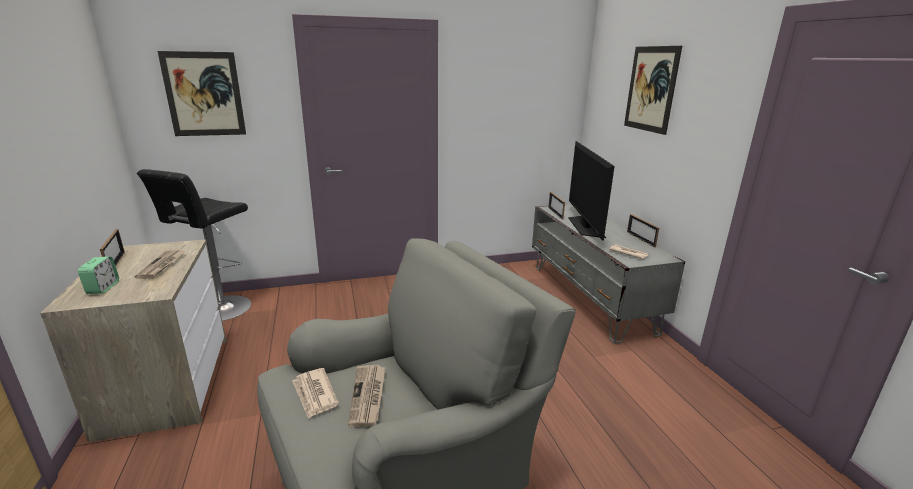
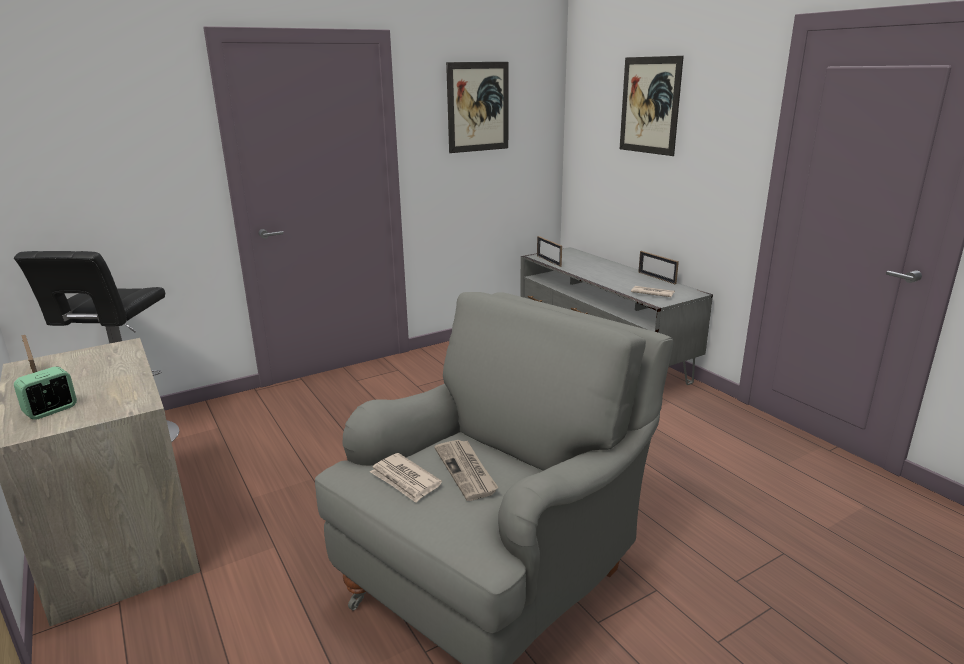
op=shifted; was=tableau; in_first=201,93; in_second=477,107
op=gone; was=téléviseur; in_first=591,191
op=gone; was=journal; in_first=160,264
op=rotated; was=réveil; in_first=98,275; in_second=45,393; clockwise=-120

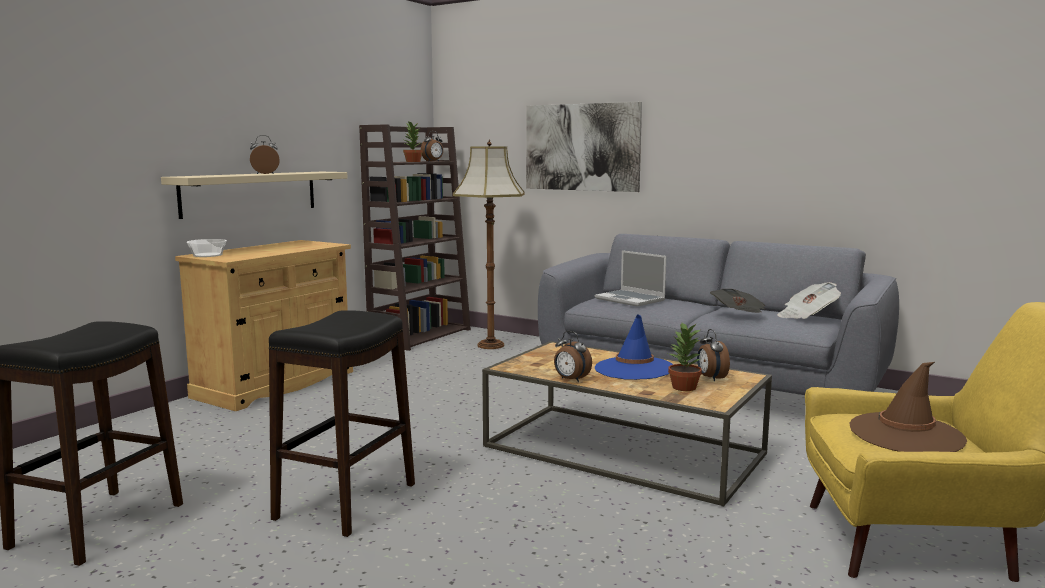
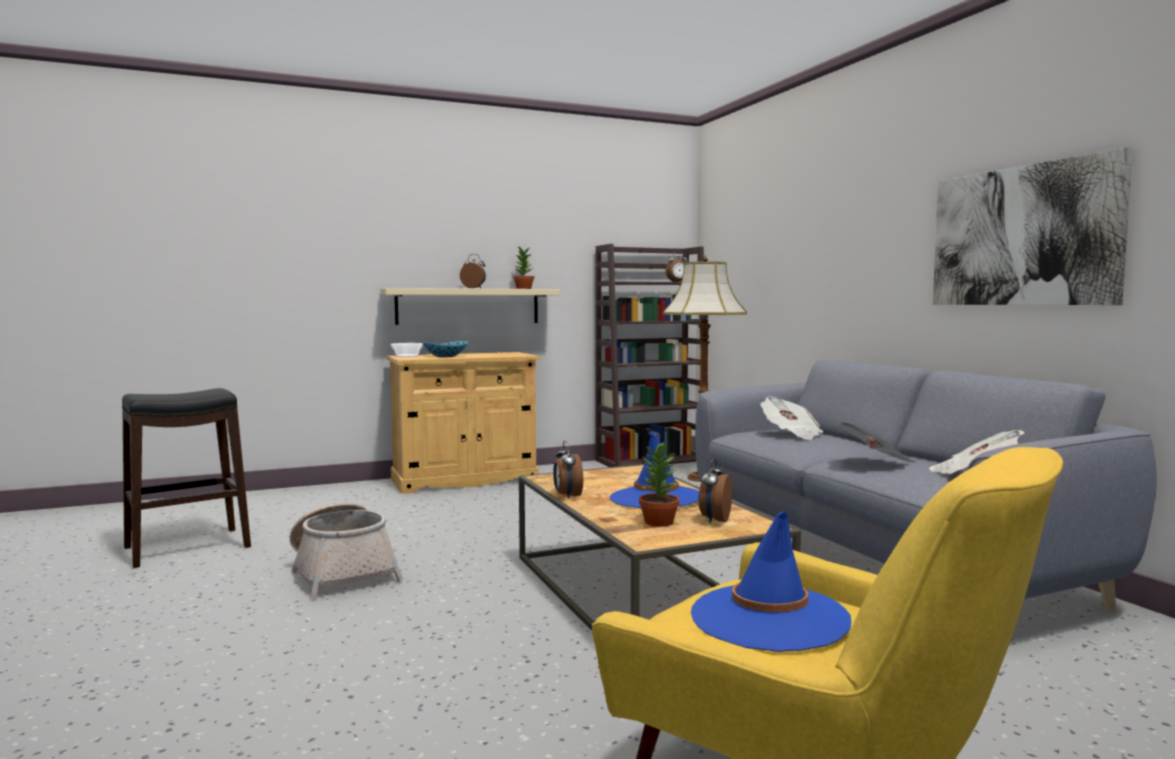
op=shifted; was=tableau; in_first=584,147; in_second=1033,226
op=shifted; was=plante en pot; in_first=413,141; in_second=523,268
op=swapped; was=ordinateur portable; now=journal; in_first=630,278; in_second=792,418
op=swapped; was=tabouret (noir); now=panier; in_first=342,423; in_second=346,551
op=repainted; was=chapeau (marron); now=chapeau (bleu); in_first=908,407; in_second=771,581
op=new; now=bol; in_second=445,349

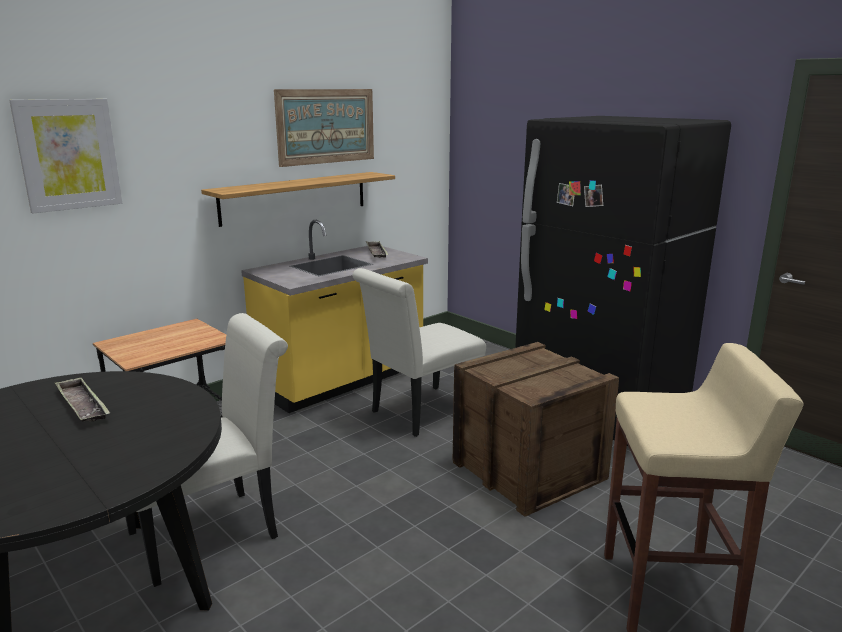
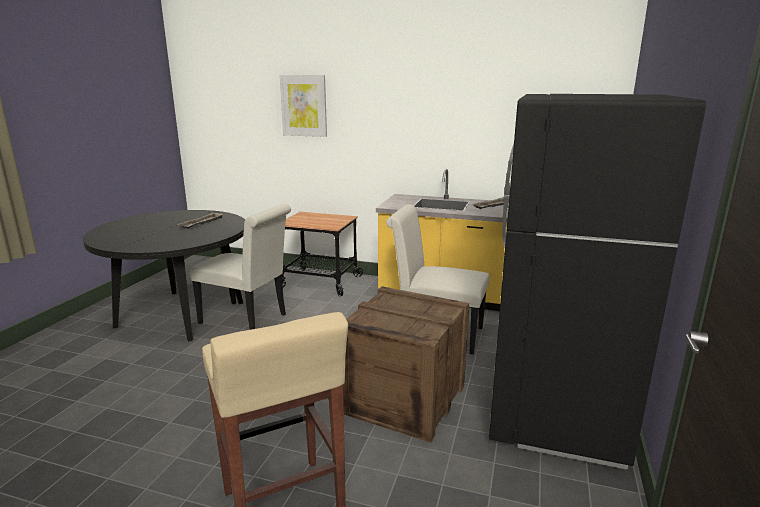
op=gone; was=tableau; in_first=324,128
op=gone; was=étagère; in_first=298,199

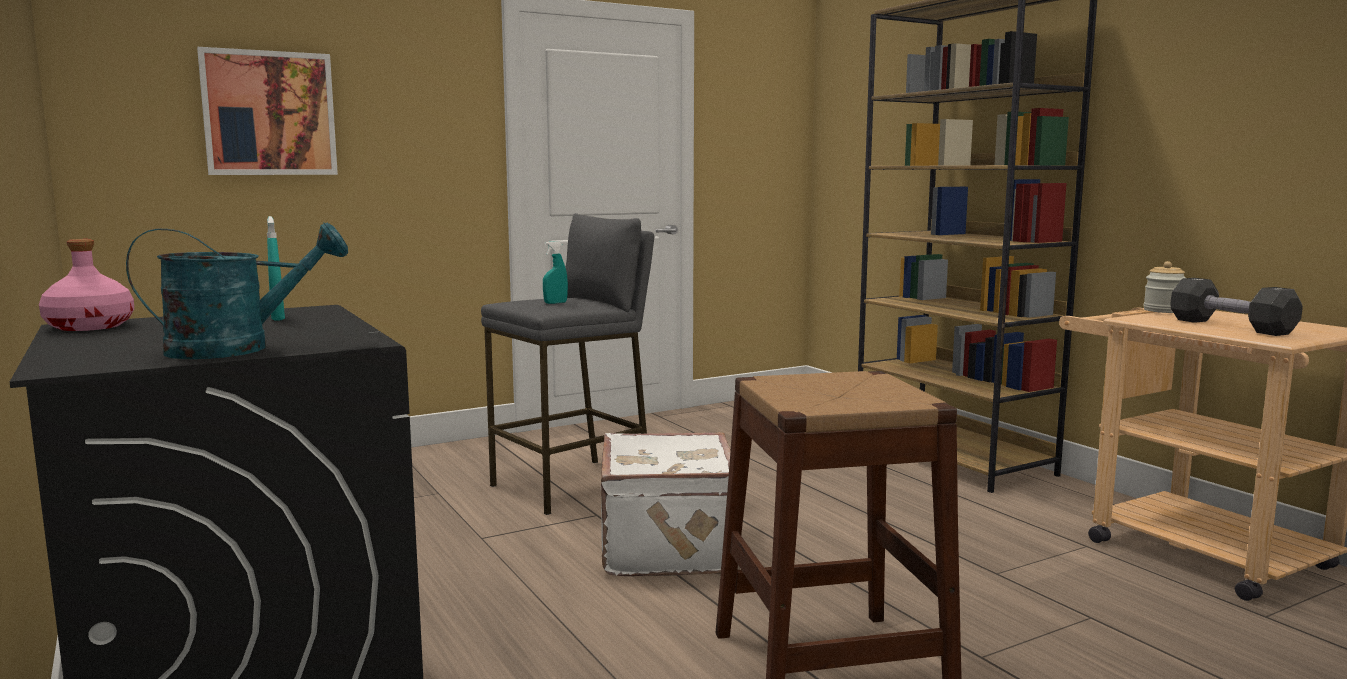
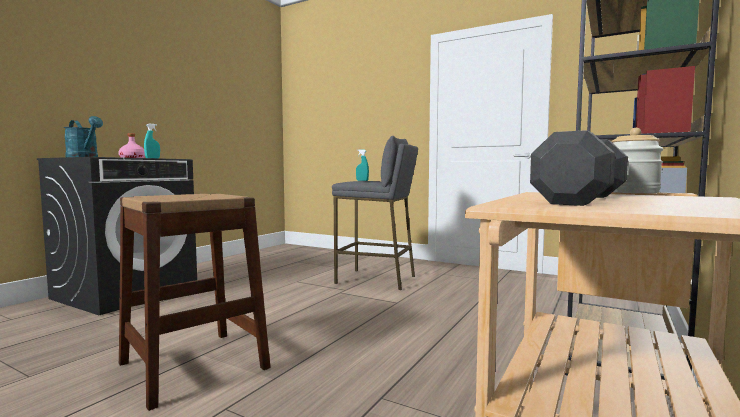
op=gone; was=tableau; in_first=267,111
op=gone; was=valise (blanc); in_first=666,504

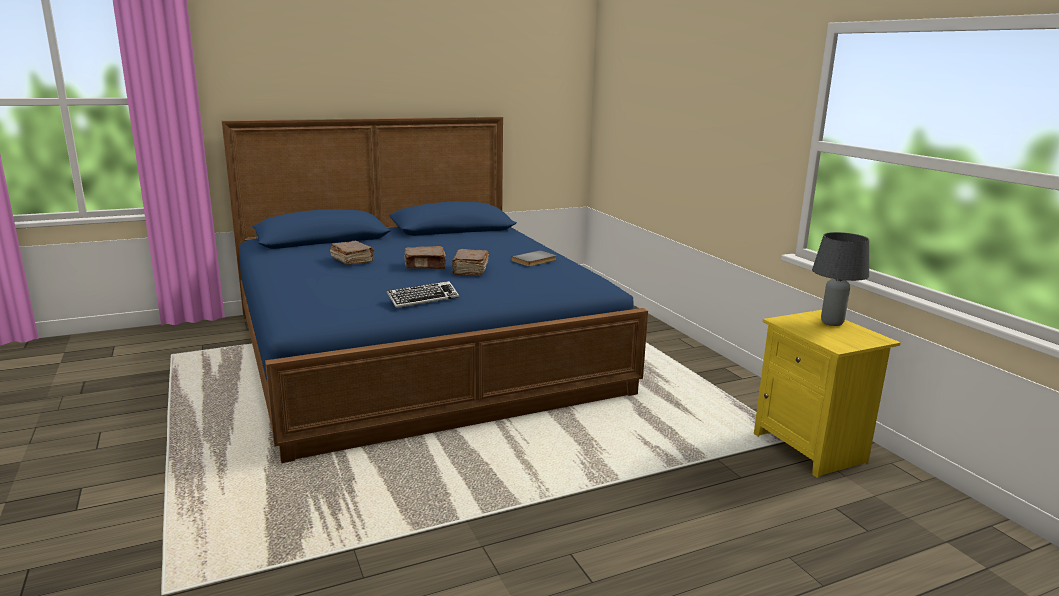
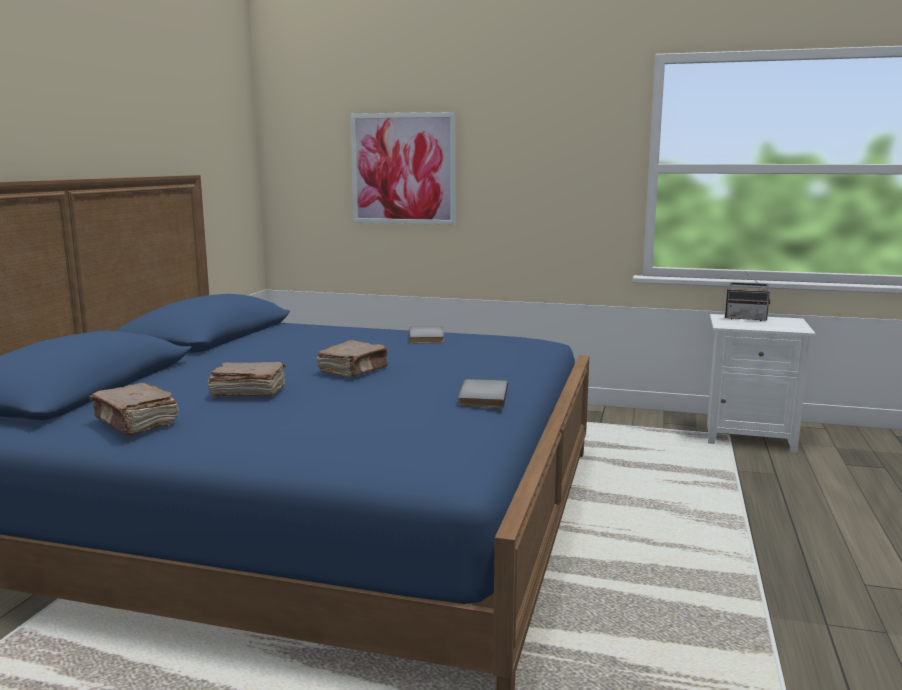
op=swapped; was=lampe de table (gris); now=radio; in_first=840,279; in_second=747,297
op=shifted; was=livre (marron); in_first=470,262; in_second=134,409
op=swapped; was=clavier; now=livre (gris); in_first=423,294; in_second=483,393
op=repainted; was=table de chevet (jaune); now=table de chevet (blanc); in_first=827,394; in_second=761,383
op=new; now=tableau; in_second=403,168

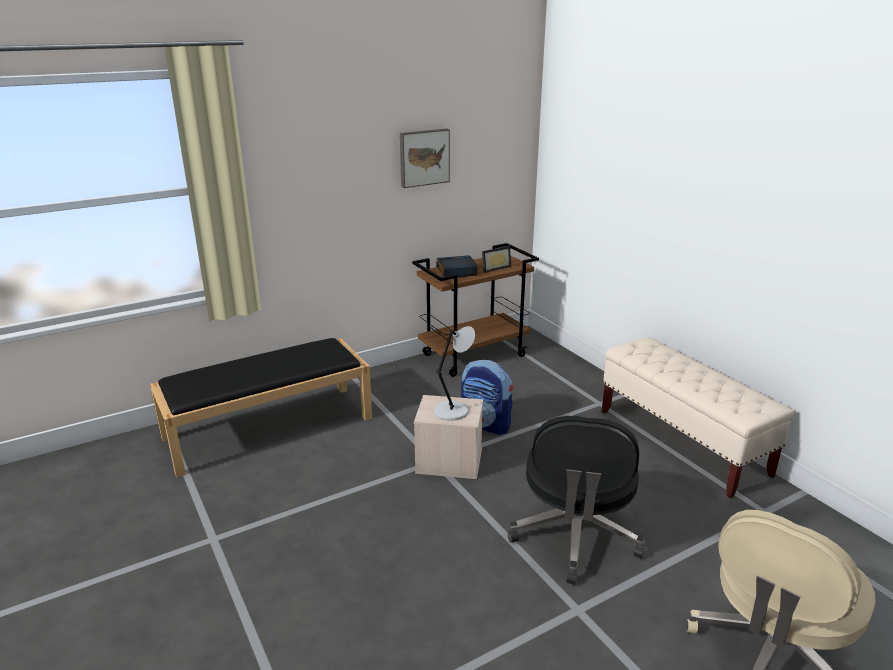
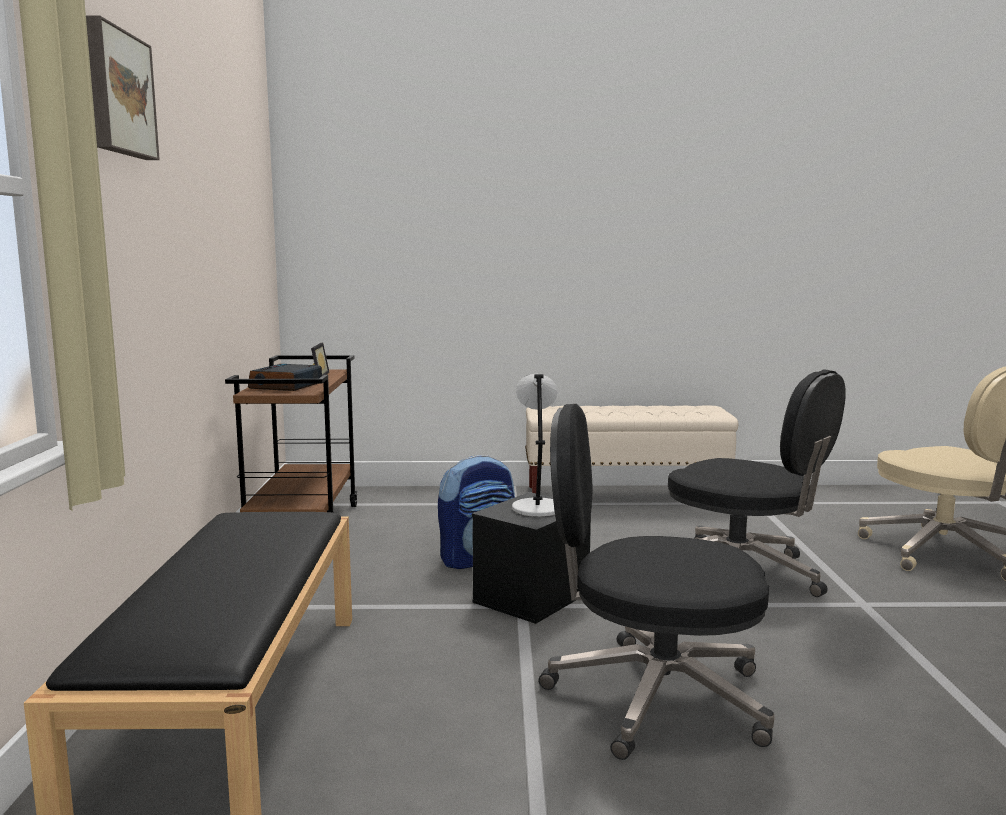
op=shifted; was=tableau; in_first=425,158; in_second=123,87
op=repainted; was=boîte de rangement (beige); now=boîte de rangement (noir); in_first=448,437; in_second=532,558
op=new; now=chaise de bureau (noir); in_second=657,582

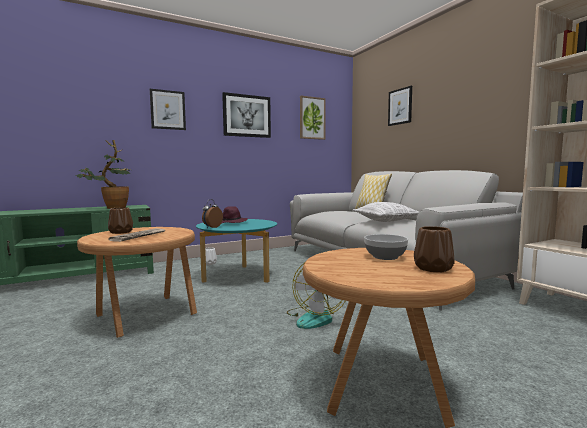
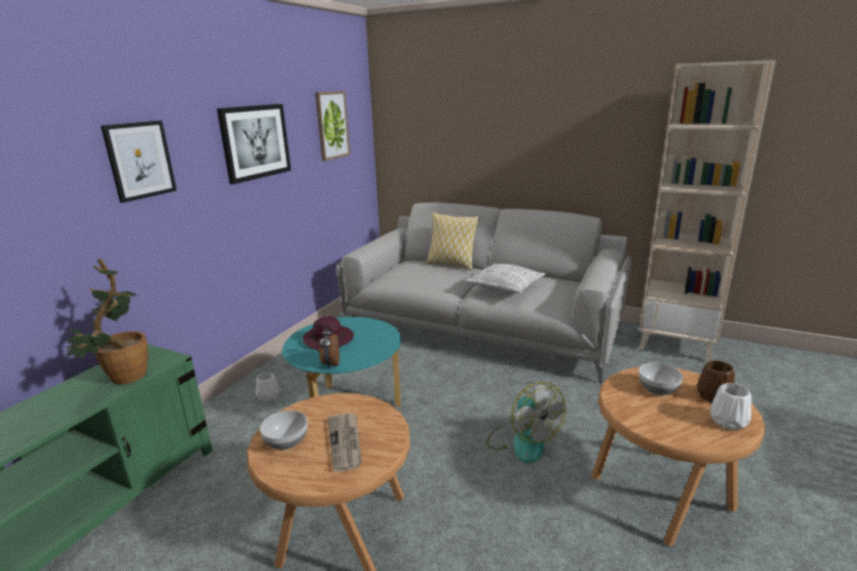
op=gone; was=tableau; in_first=400,106
op=swapped; was=vase (marron); now=bol; in_first=120,220; in_second=284,430
op=new; now=vase (blanc); in_second=730,406

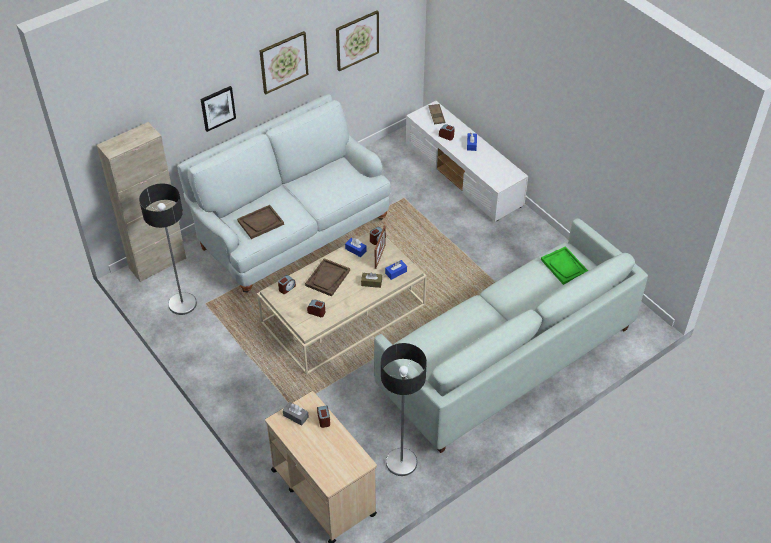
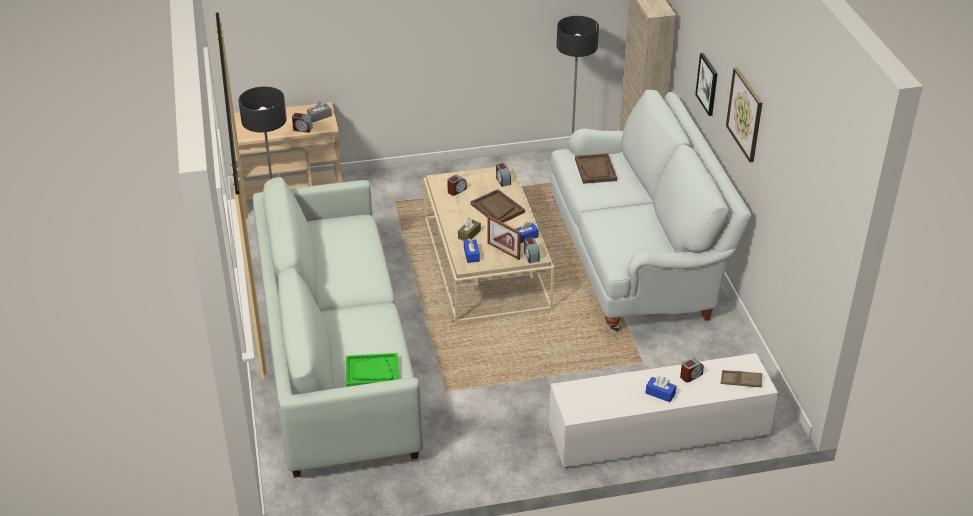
op=gone; was=tableau; in_first=357,40

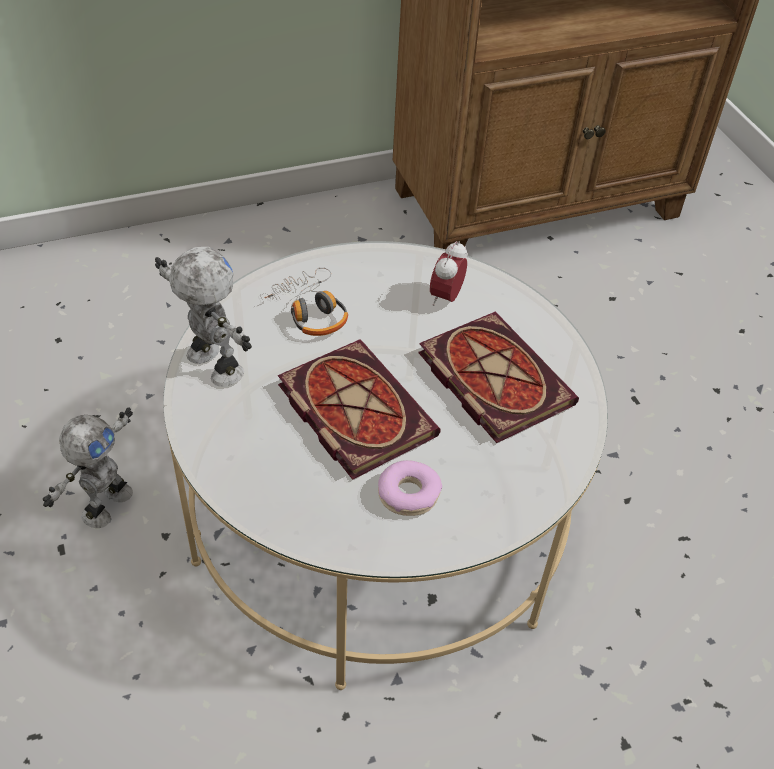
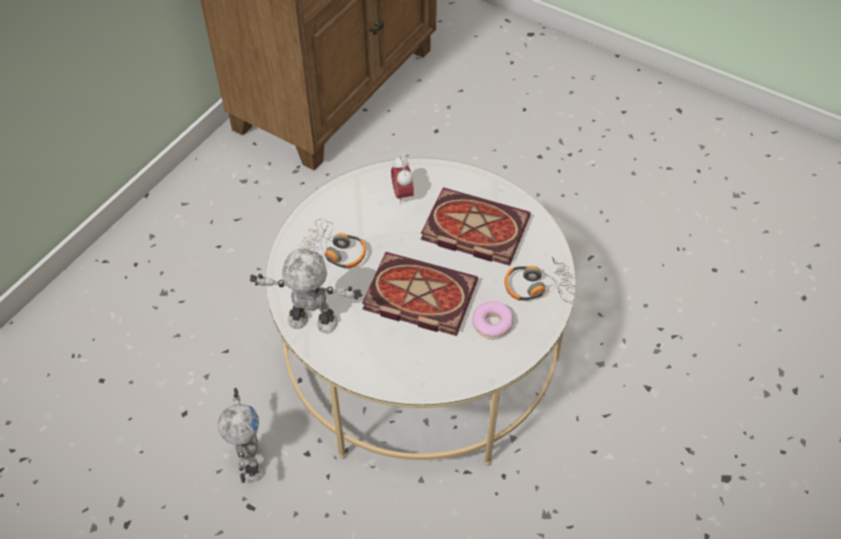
op=new; now=casque audio; in_second=540,279

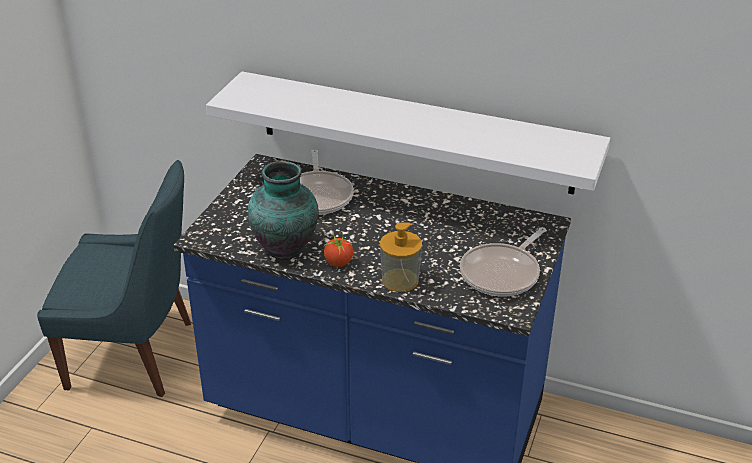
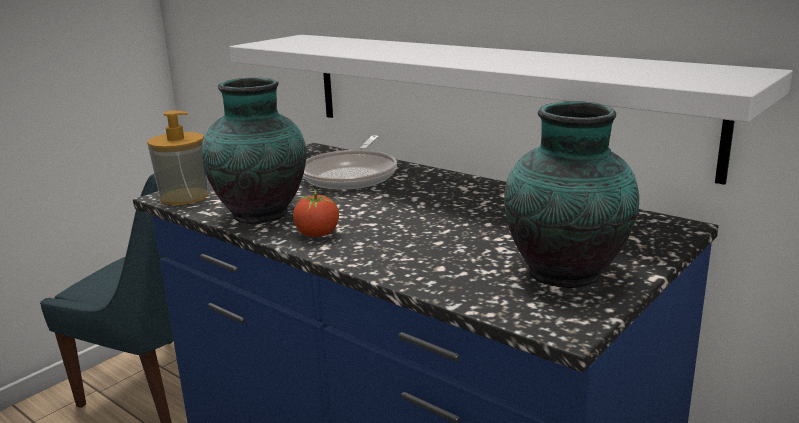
op=shifted; was=distributeur de savon; in_first=401,257; in_second=178,157
op=swapped; was=poêle; now=vase; in_first=503,261; in_second=571,194

